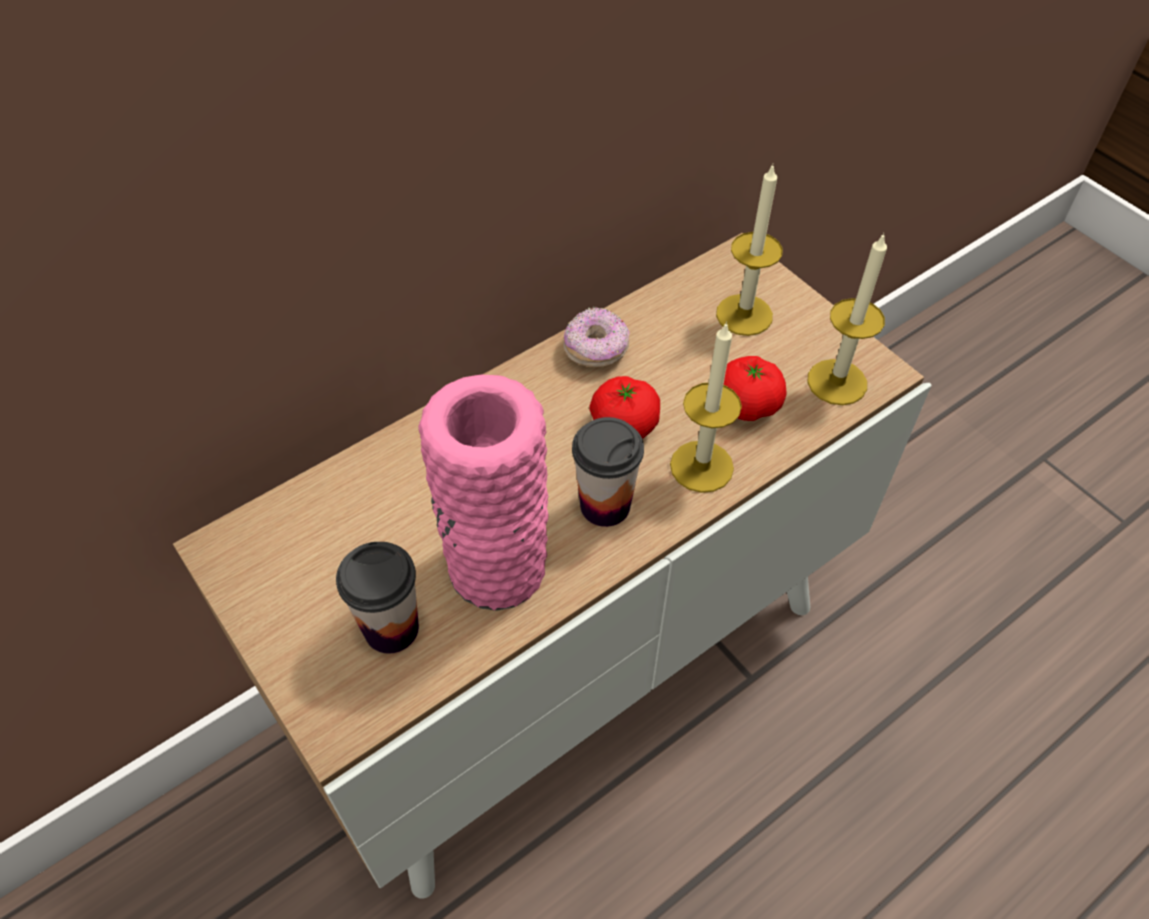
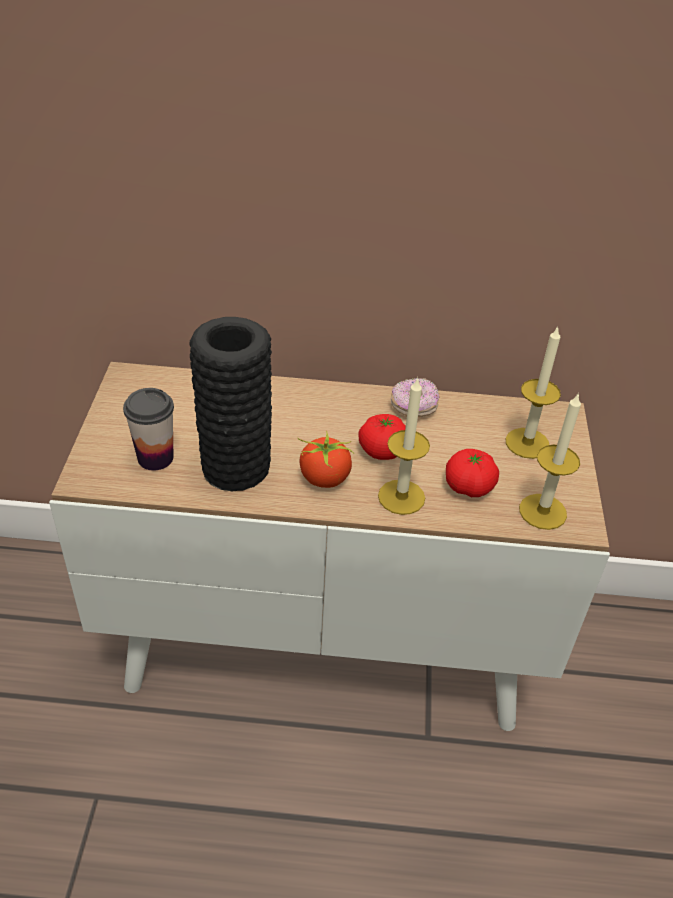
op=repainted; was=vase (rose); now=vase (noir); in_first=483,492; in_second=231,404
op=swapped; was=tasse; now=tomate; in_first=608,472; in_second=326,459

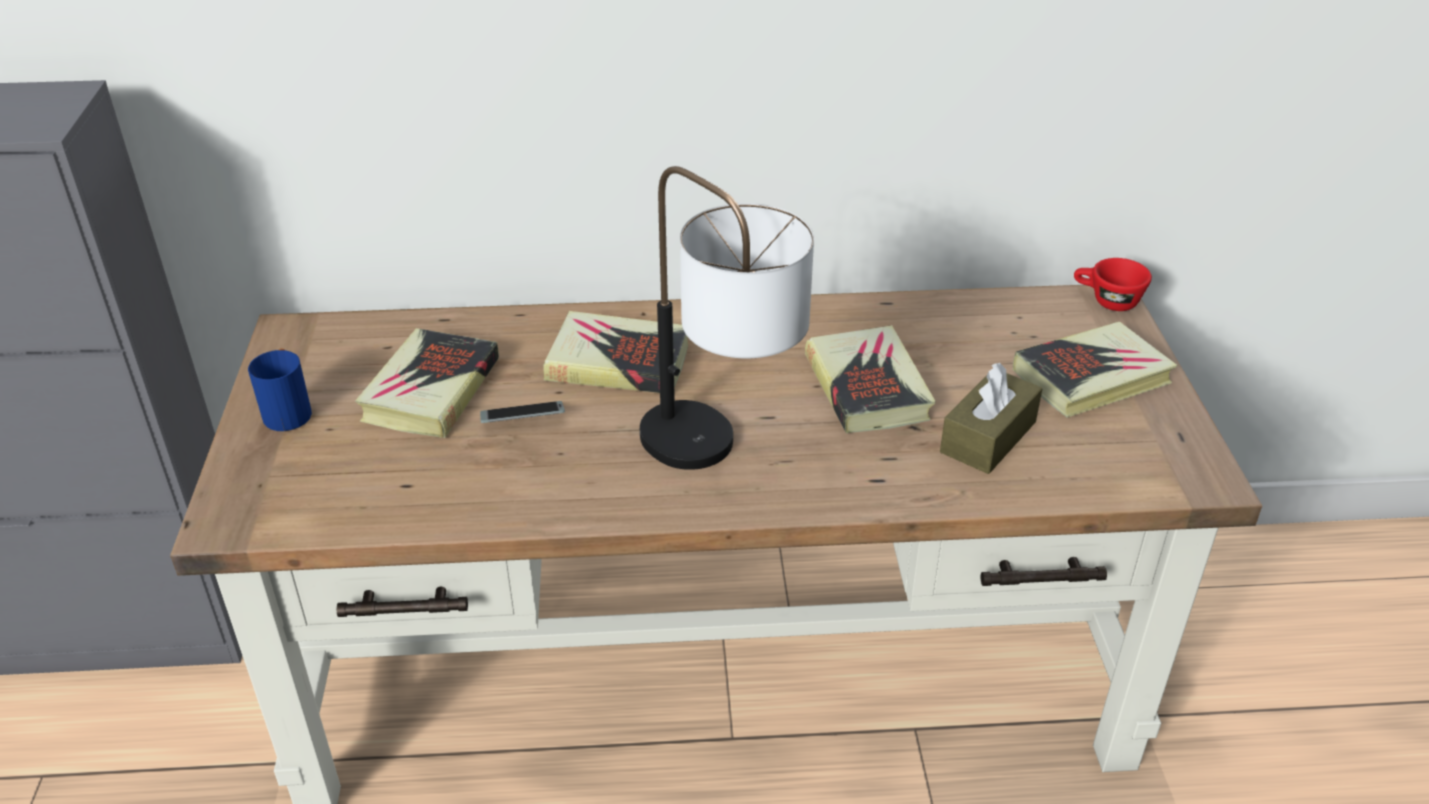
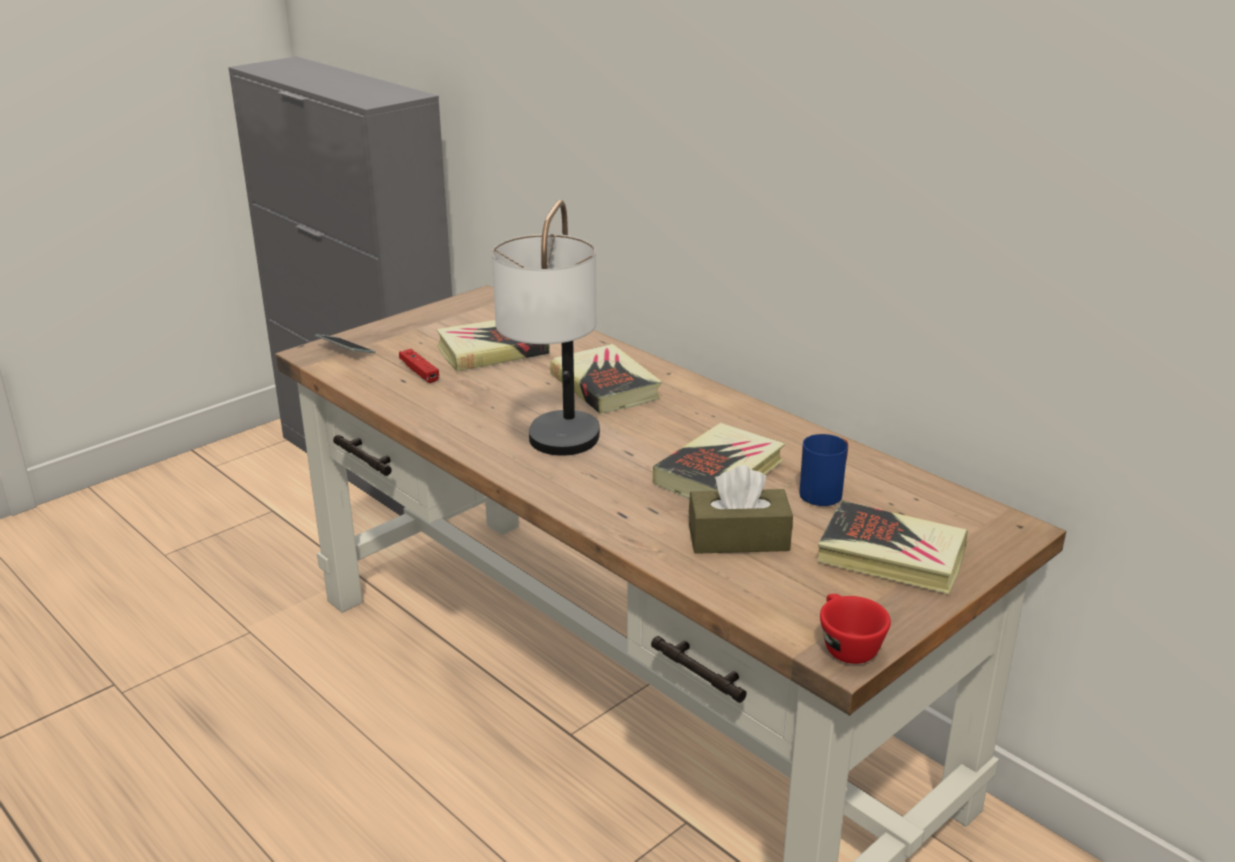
op=shifted; was=tasse (rouge); in_first=1113,284; in_second=855,629
op=shifted; was=mug (bleu); in_first=280,390; in_second=823,470
op=shifted; was=téléphone; in_first=522,412; in_second=345,343
op=new; now=manette (rouge); in_second=419,366

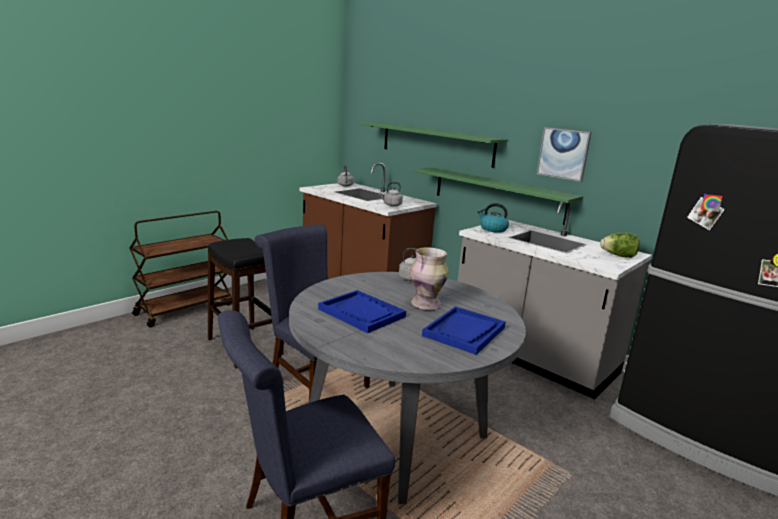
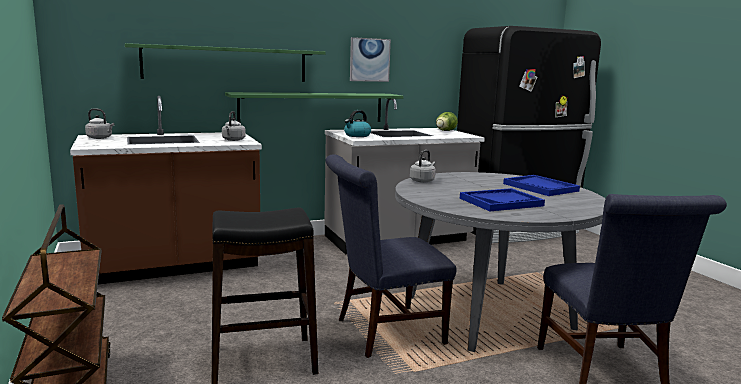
op=gone; was=vase; in_first=429,278

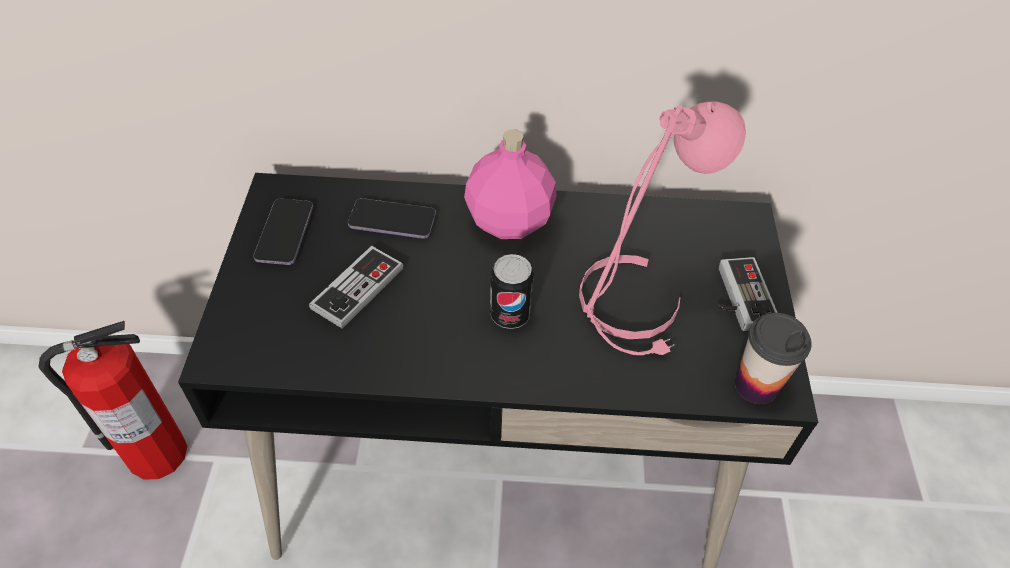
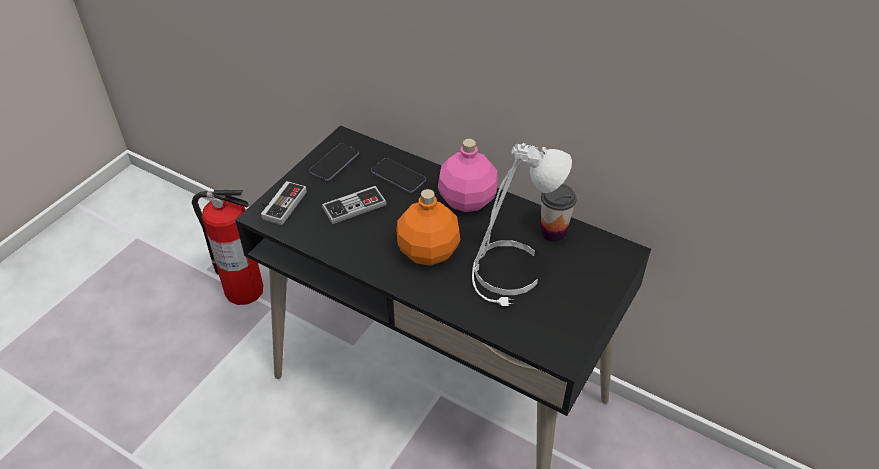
op=repainted; was=lampe de table (rose); now=lampe de table (blanc); in_first=662,228; in_second=522,224
op=swapped; was=boîte métallique; now=bouteille (orange); in_first=512,291; in_second=428,227
op=shifted; was=manette; in_first=748,294; in_second=283,203
op=shifted; was=tasse; in_first=773,358; in_second=559,213

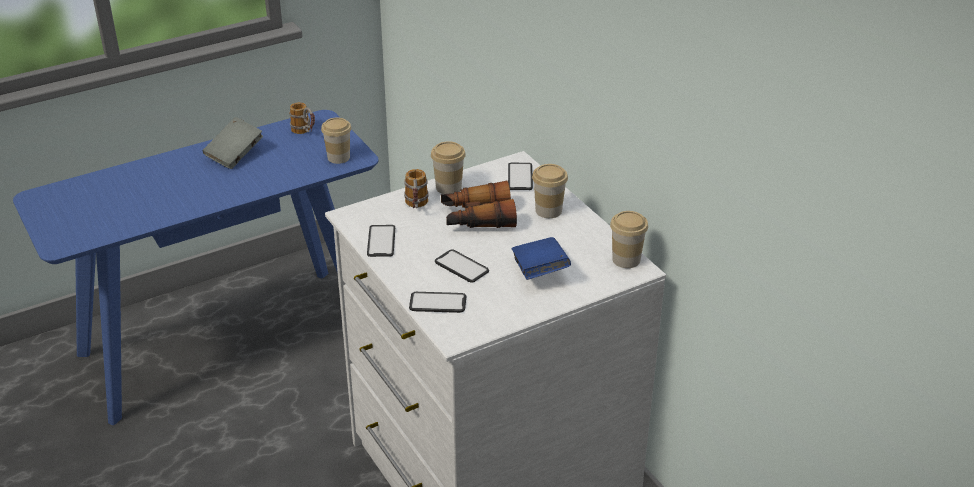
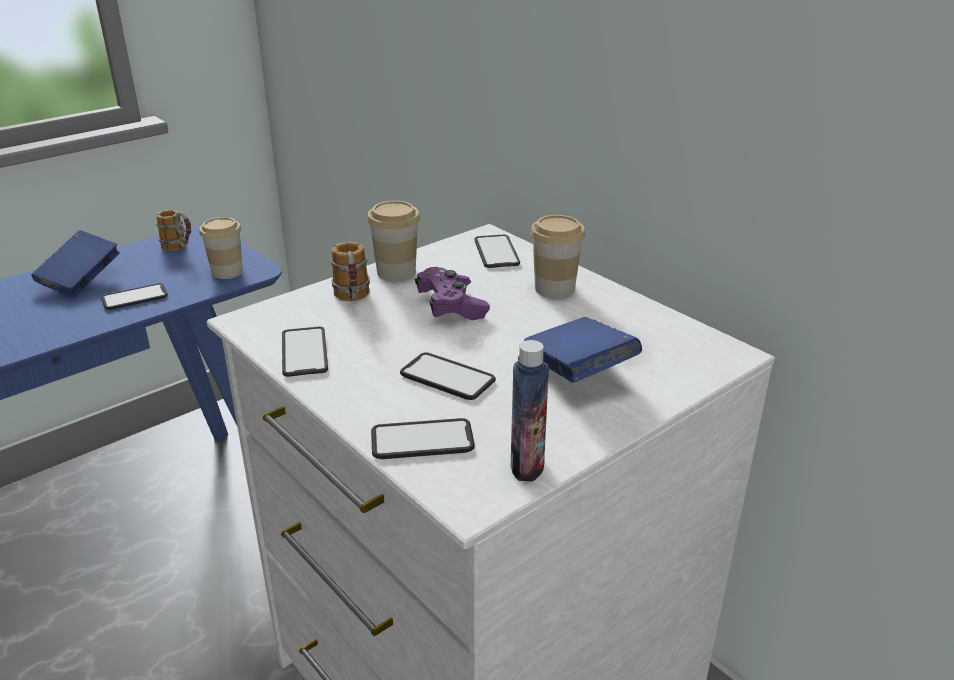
op=repainted; was=livre (gris); now=livre (bleu); in_first=233,143; in_second=75,263
op=swapped; was=jumelles; now=manette (violet); in_first=479,204; in_second=452,293
op=gone; was=tasse; in_first=629,239
op=new; now=téléphone; in_second=134,296
op=new; now=bouteille; in_second=530,411

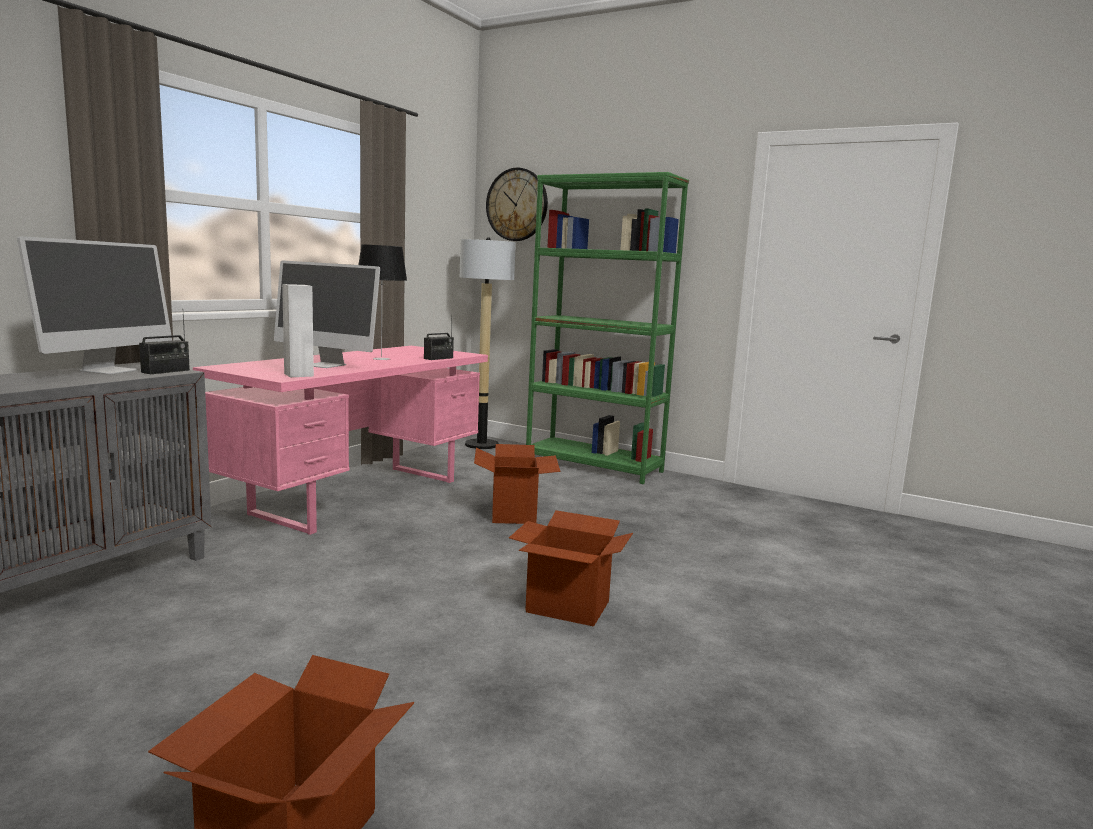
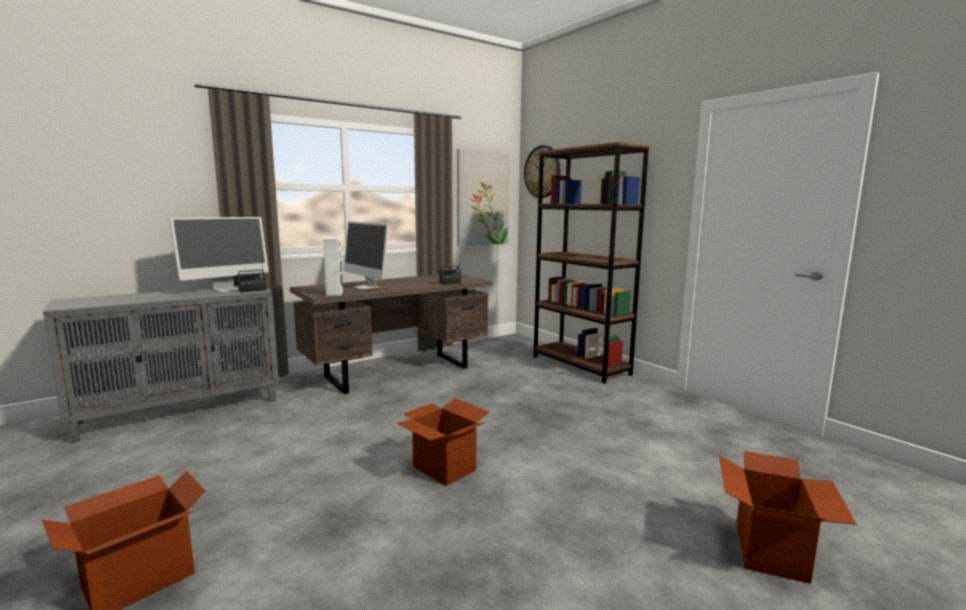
op=repainted; was=bibliothèque (vert); now=bibliothèque (marron); in_first=607,328; in_second=592,263
op=gone; was=lampadaire; in_first=488,343
op=gone; was=lampe de table; in_first=382,302
op=repainted; was=bureau (rose); now=bureau (marron); in_first=340,440; in_second=391,334
op=shifted; was=carton; in_first=517,484; in_second=788,517
op=new; now=tableau; in_second=483,197

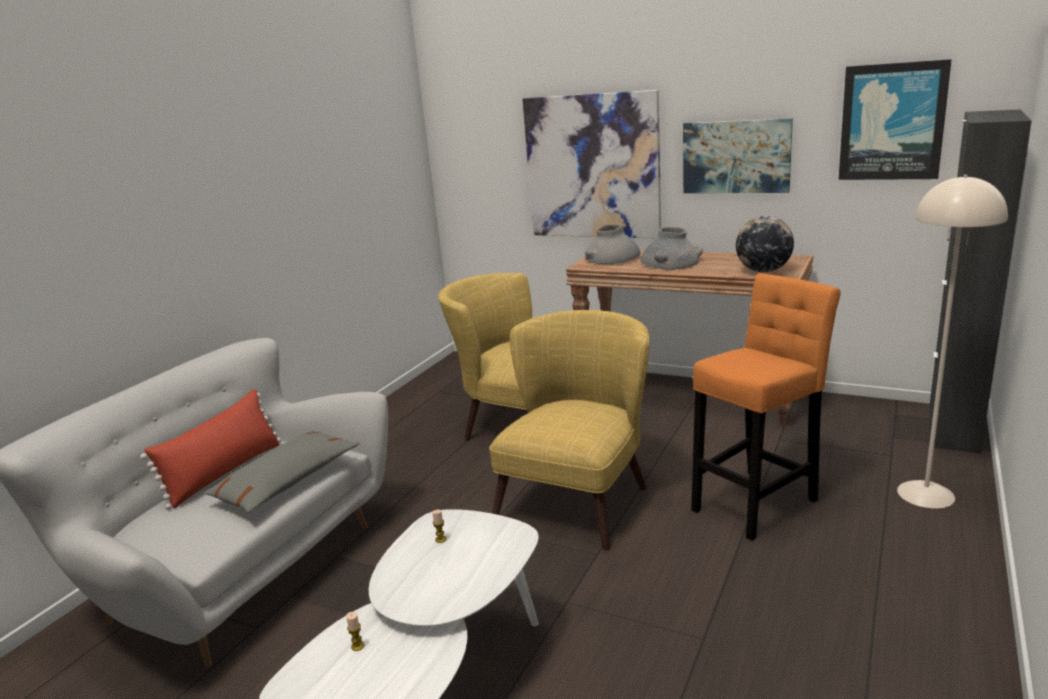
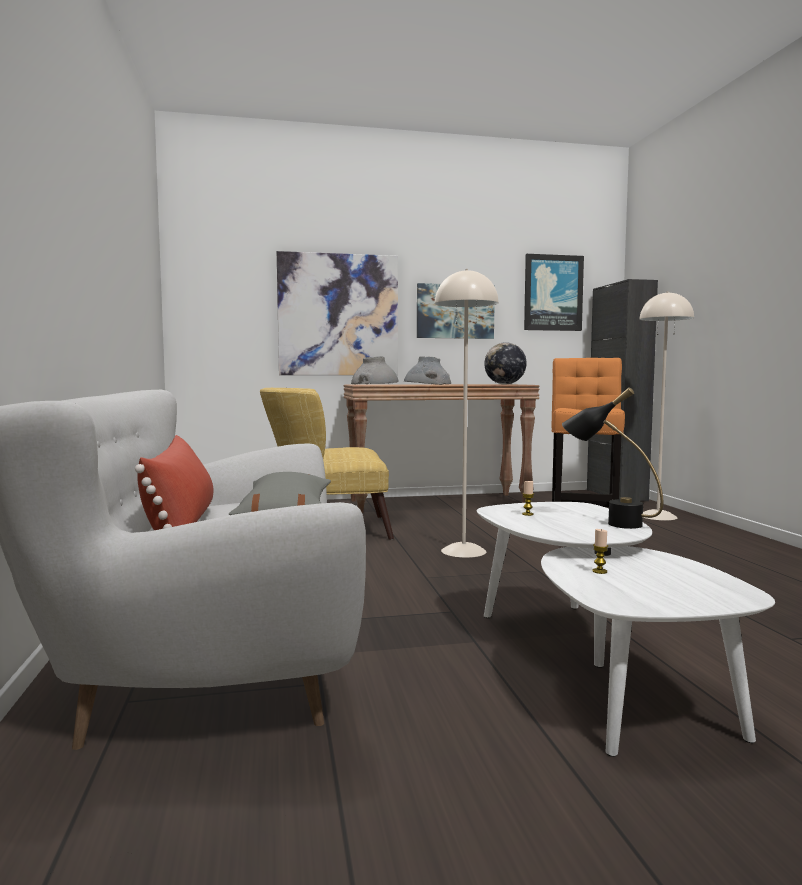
op=swapped; was=fauteuil (jaune); now=lampadaire (beige); in_first=569,430; in_second=467,413
op=new; now=lampe de table (noir); in_second=612,458

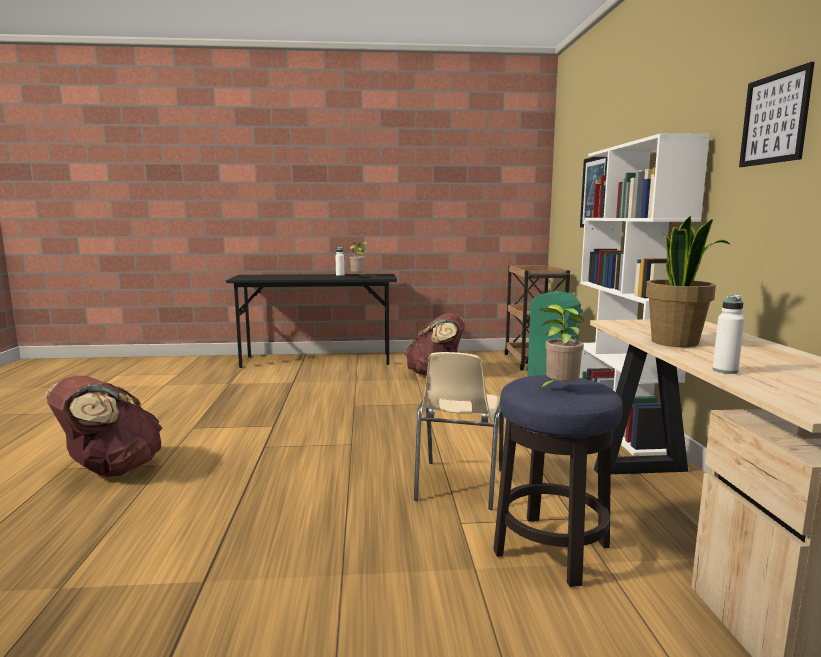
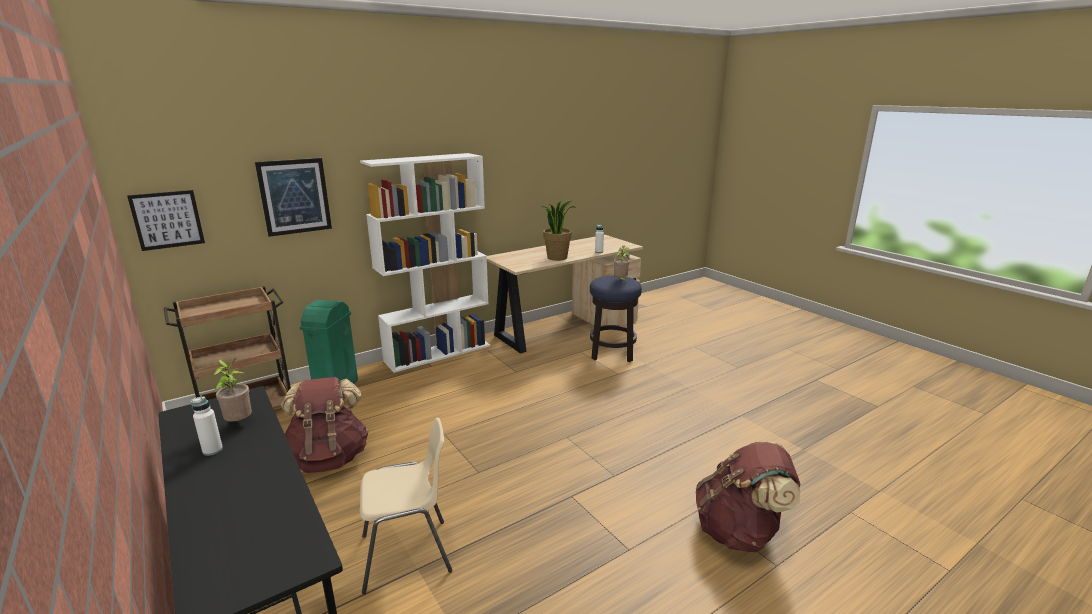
op=shifted; was=tableau; in_first=777,114; in_second=166,220
op=shifted; was=chaise (beige); in_first=459,431; in_second=406,506

